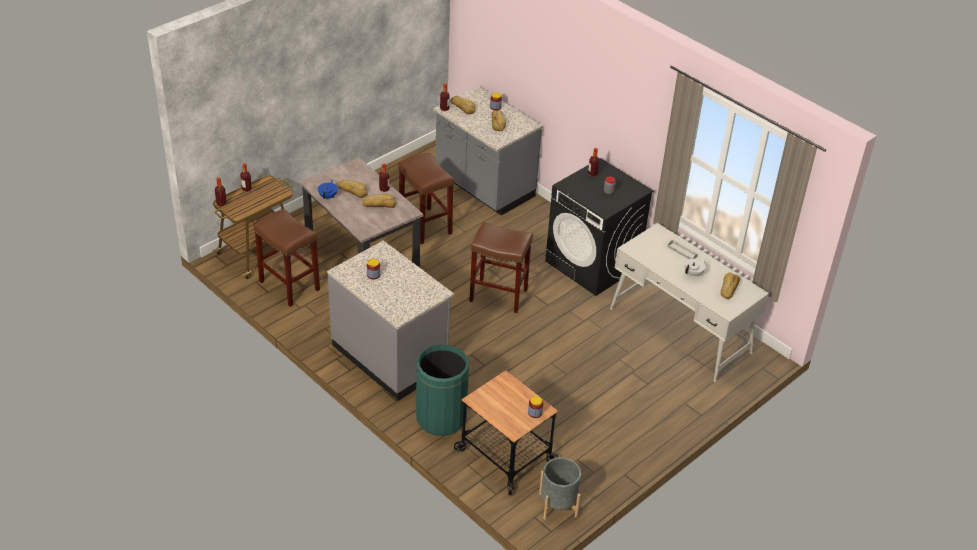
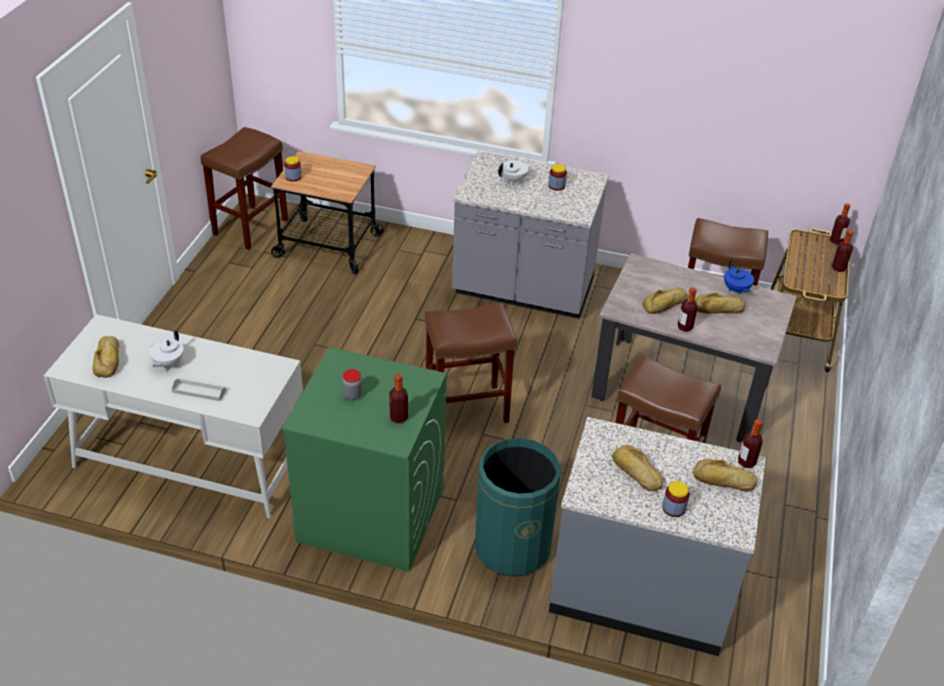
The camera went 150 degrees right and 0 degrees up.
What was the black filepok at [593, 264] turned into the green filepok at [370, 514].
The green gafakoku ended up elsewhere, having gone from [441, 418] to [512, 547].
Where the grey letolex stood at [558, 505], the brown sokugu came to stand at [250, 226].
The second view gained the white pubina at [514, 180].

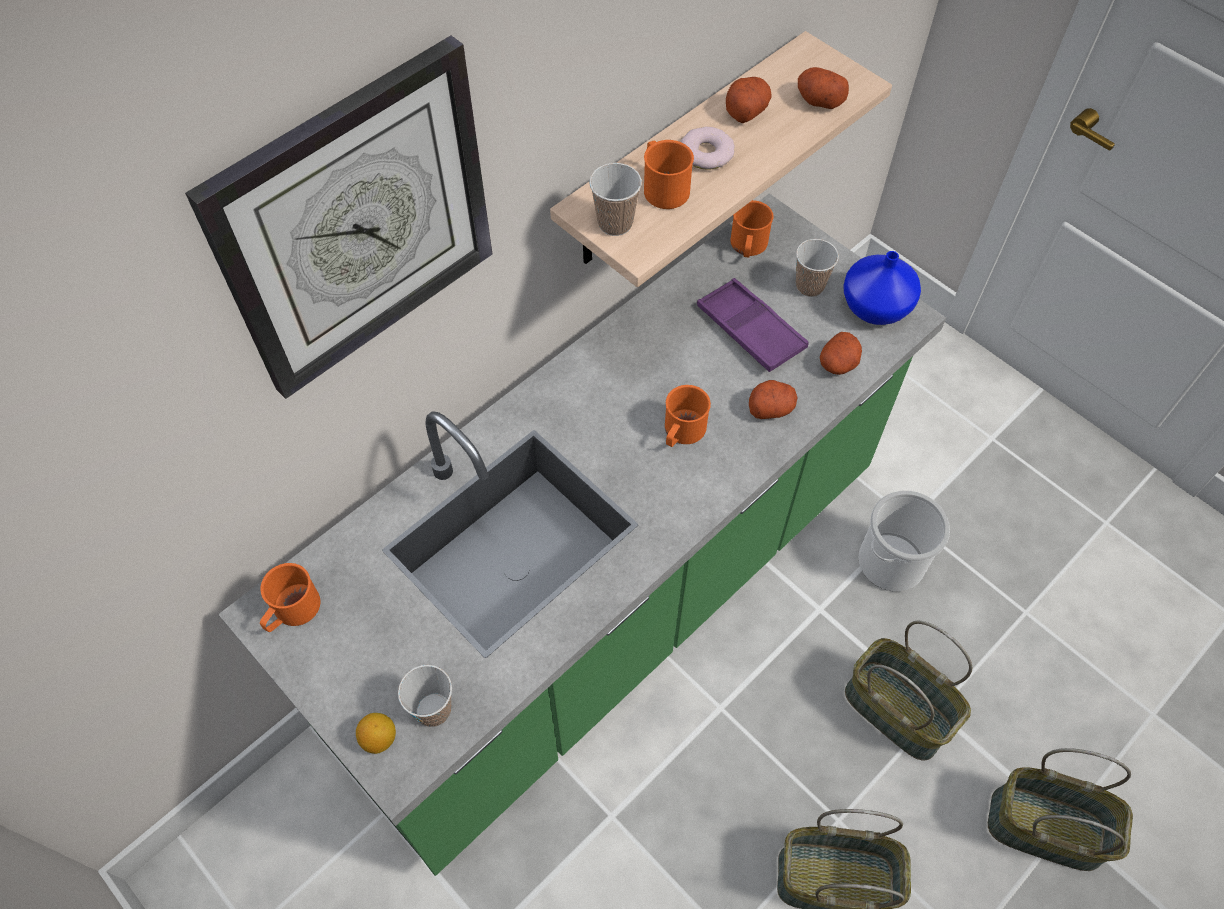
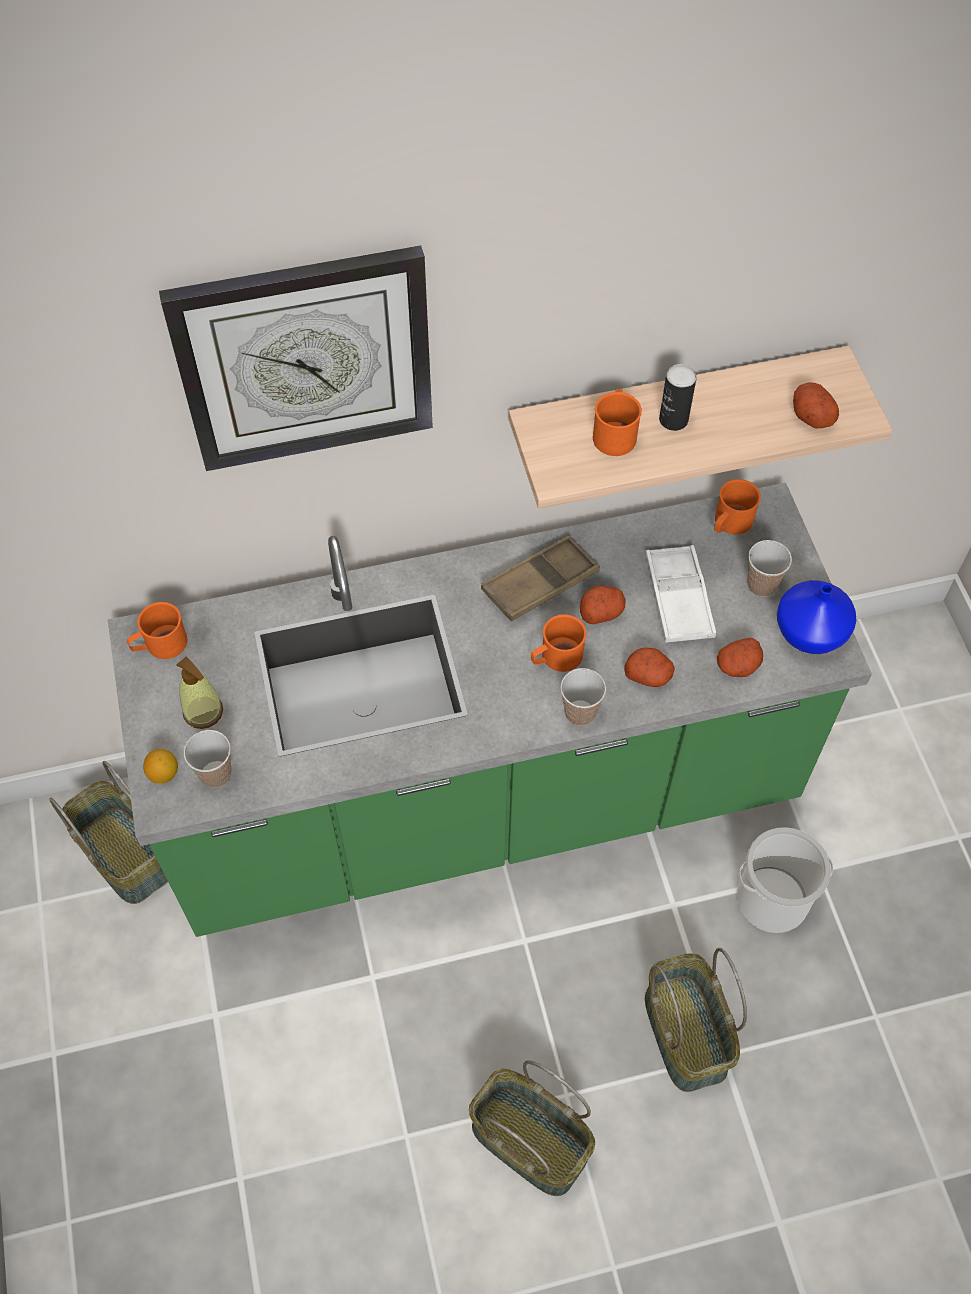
The camera went 30 degrees right and 0 degrees up.
The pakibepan ended up elsewhere, having gone from [746, 110] to [601, 611].
Where the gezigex stood at [706, 153], the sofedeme came to stand at [673, 420].
The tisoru ended up elsewhere, having gone from [615, 223] to [580, 713].
What was the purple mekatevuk at [750, 330] turned into the white mekatevuk at [678, 598].
The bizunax ended up elsewhere, having gone from [1046, 826] to [127, 855].
The second view gained the brown mekatevuk at [540, 583].
The second view gained the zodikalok at [203, 712].

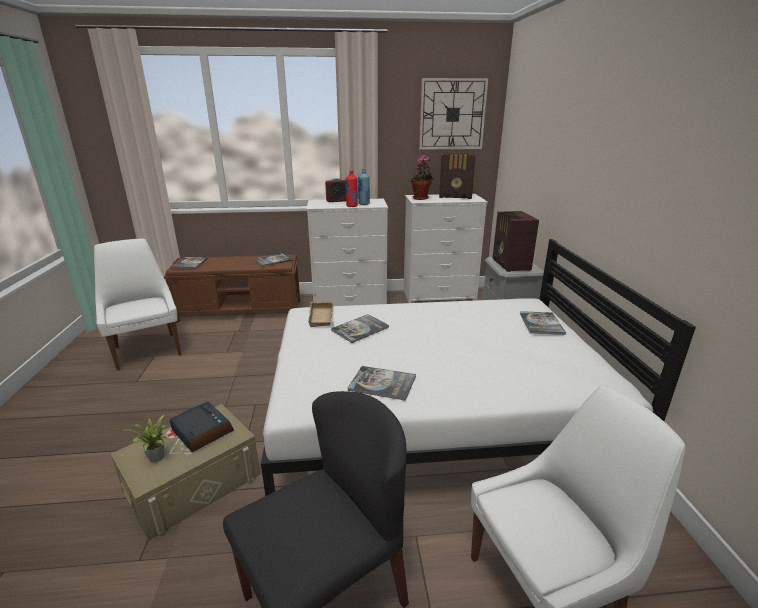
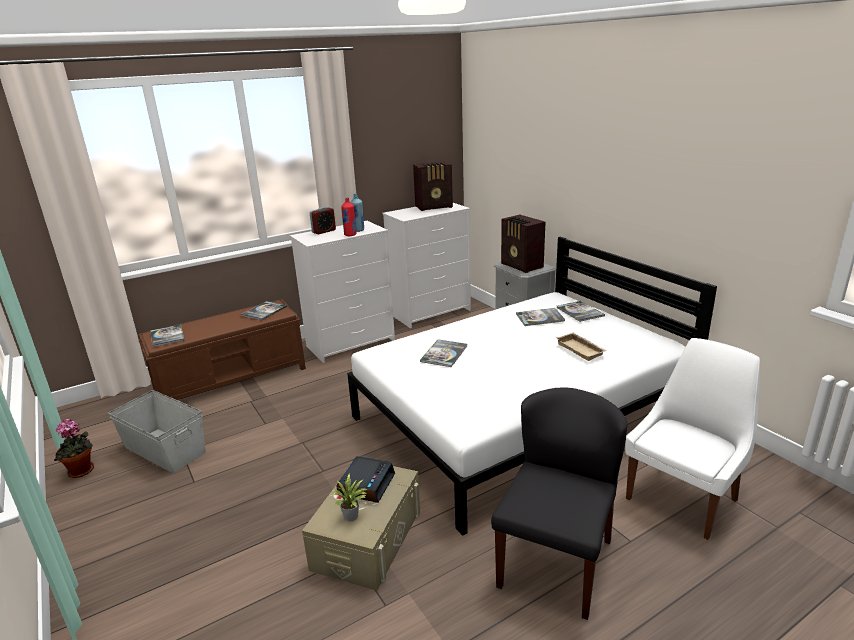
The camera went 25 degrees left and 0 degrees up.
The second view lost the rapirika at [452, 114].
The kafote ended up elsewhere, having gone from [421, 198] to [82, 472].
Where the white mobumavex stood at [147, 350], the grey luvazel came to stand at [165, 449].
The beige mekatevuk ended up elsewhere, having gone from [323, 317] to [581, 349].
The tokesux ended up elsewhere, having gone from [382, 383] to [540, 318].
The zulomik at [202, 431] ended up facing another way, 90 degrees clockwise from before.

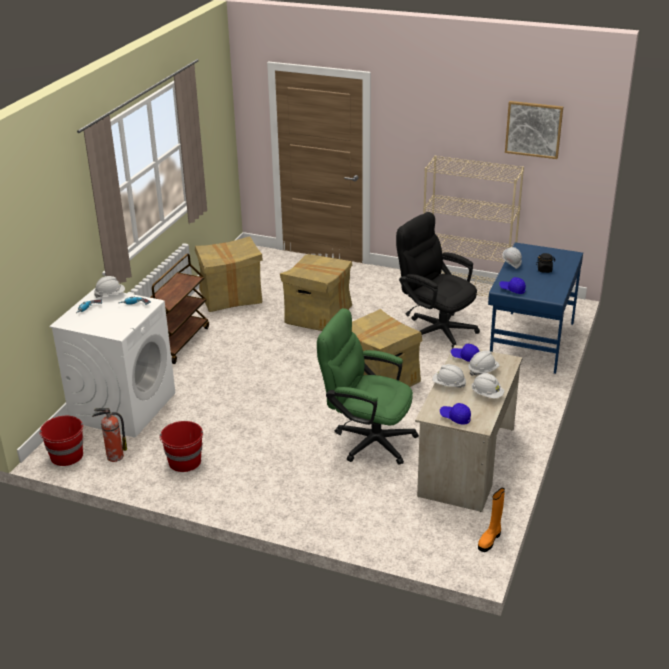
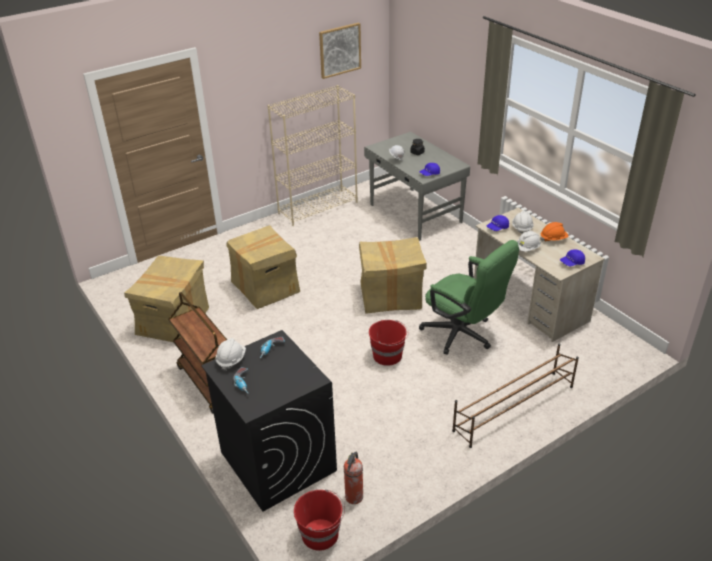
The camera went 55 degrees left and 5 degrees up.
The second view lost the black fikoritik at [436, 328].
What was the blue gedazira at [531, 341] turned into the grey gedazira at [415, 214].
What was the white filepok at [123, 406] turned into the black filepok at [277, 461].
The green fikoritik at [367, 439] ended up facing another way, 105 degrees counterclockwise from before.
What was the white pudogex at [487, 394] turned into the orange pudogex at [553, 239].
The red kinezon ended up elsewhere, having gone from [185, 462] to [388, 355].
The second view lost the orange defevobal at [490, 540].
The second view gained the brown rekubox at [513, 408].

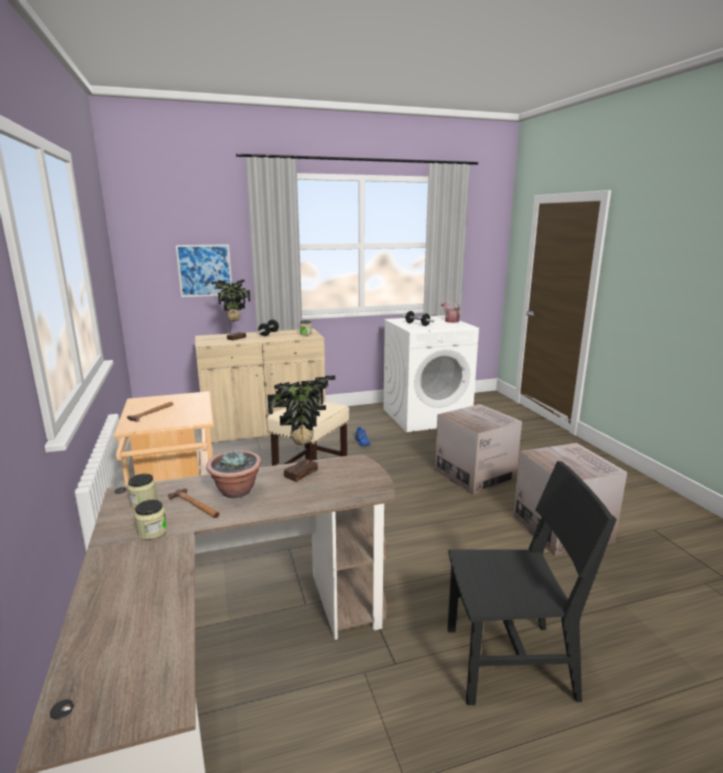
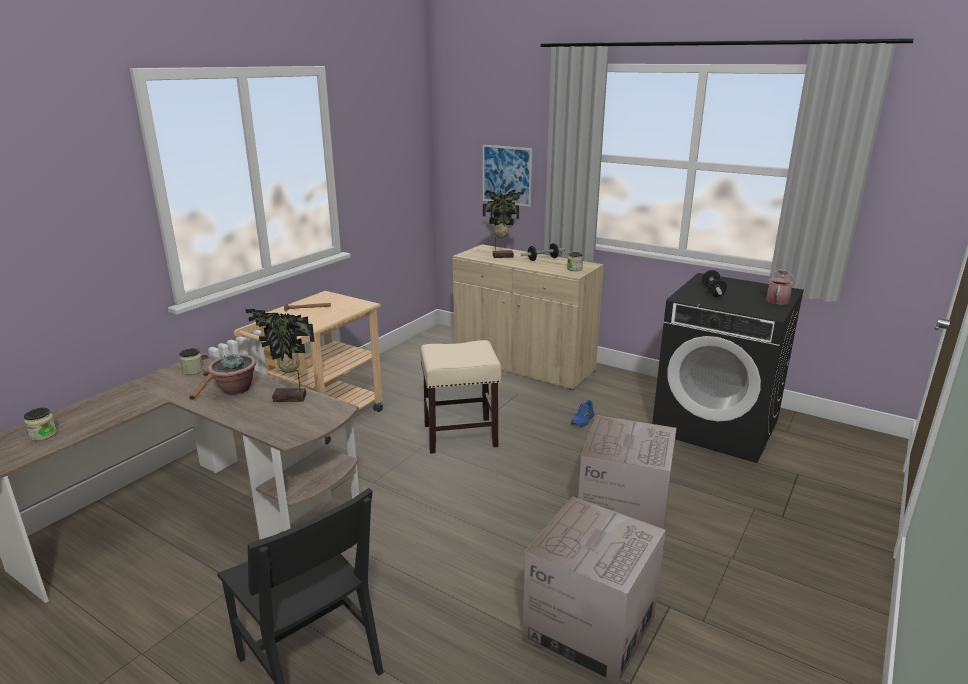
The camera went 50 degrees right and 5 degrees up.
What was the white filepok at [426, 416] turned into the black filepok at [716, 426].
The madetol ended up elsewhere, having gone from [152, 532] to [43, 435].

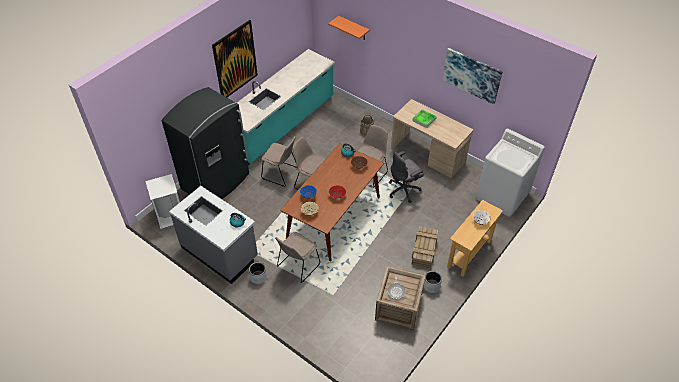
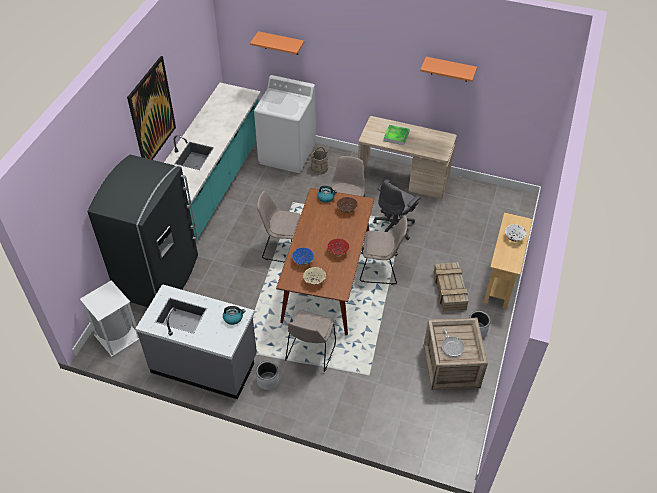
The camera went 20 degrees left and 0 degrees up.
Where the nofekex hung at [472, 75], the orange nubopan came to hang at [450, 69].
The white filepok ended up elsewhere, having gone from [502, 196] to [287, 154].
The beige mobumavex ended up elsewhere, having gone from [281, 173] to [381, 268].

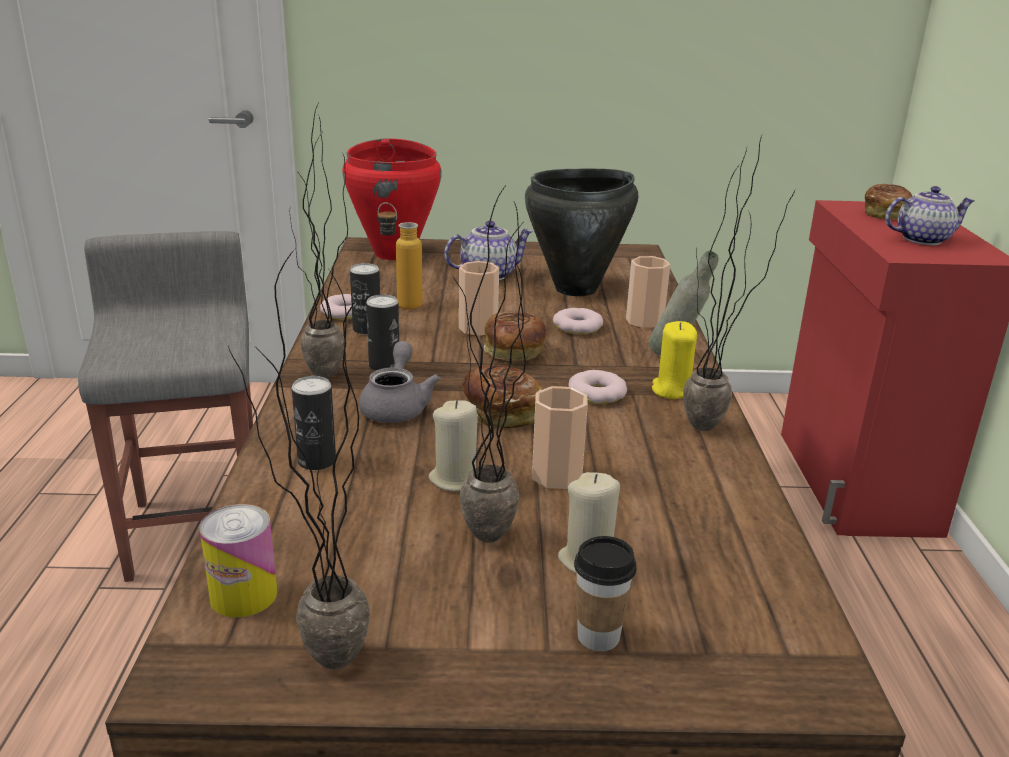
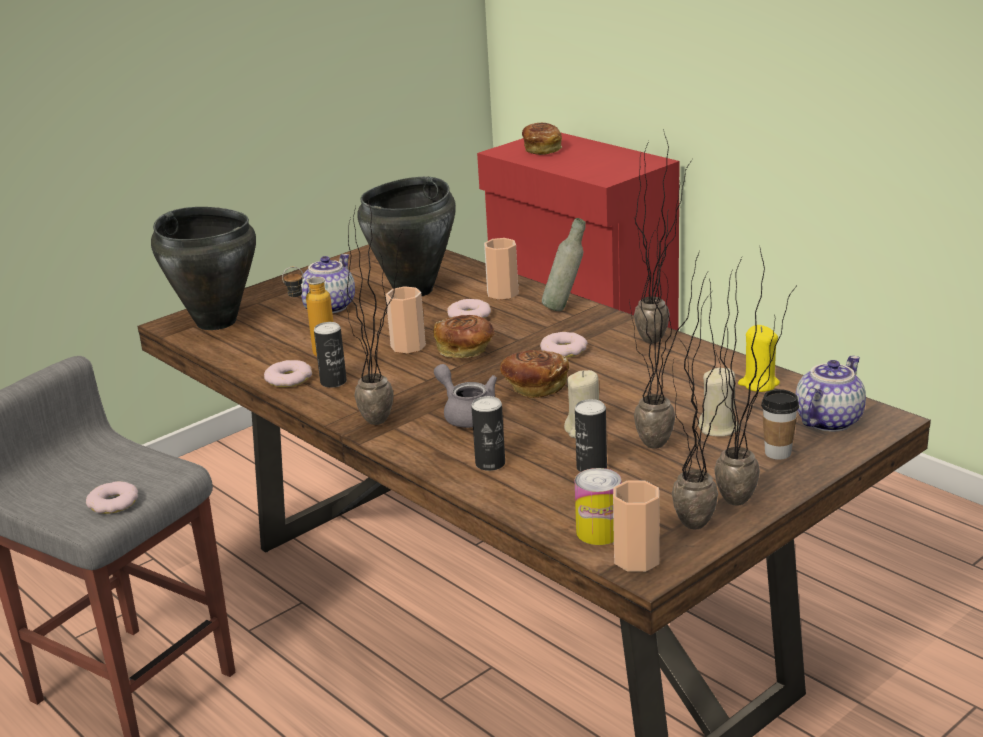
The camera went 40 degrees left and 0 degrees up.
What was the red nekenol at [395, 254] turned into the black nekenol at [216, 321].
The pubina ended up elsewhere, having gone from [922, 239] to [827, 420].
The sofedeme ended up elsewhere, having gone from [384, 366] to [591, 468].
The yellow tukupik ended up elsewhere, having gone from [672, 390] to [758, 384].
The tisoru ended up elsewhere, having gone from [556, 475] to [636, 559].
The second view gained the kafote at [749, 504].
The second view gained the gezigex at [113, 503].

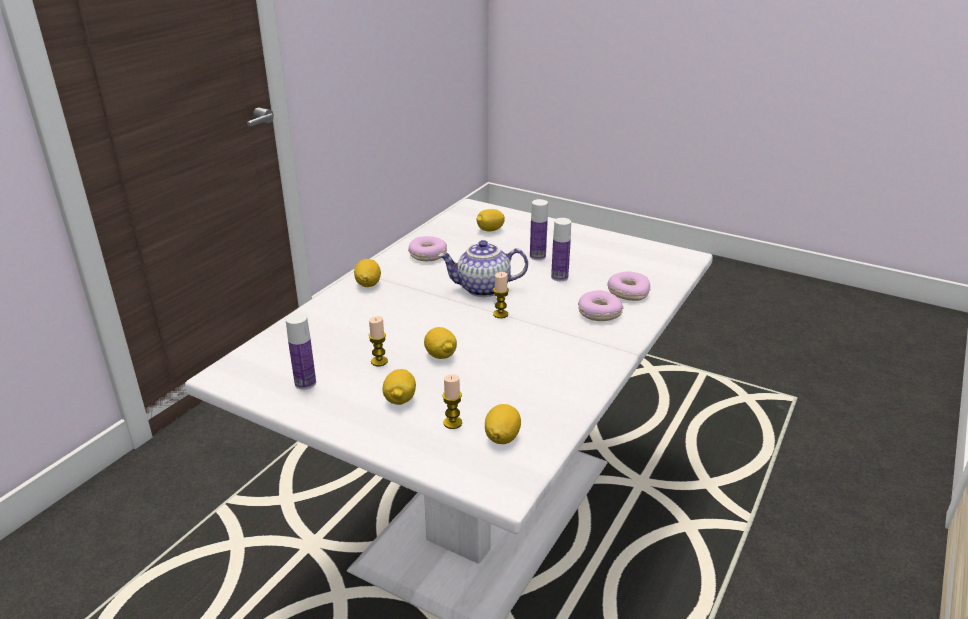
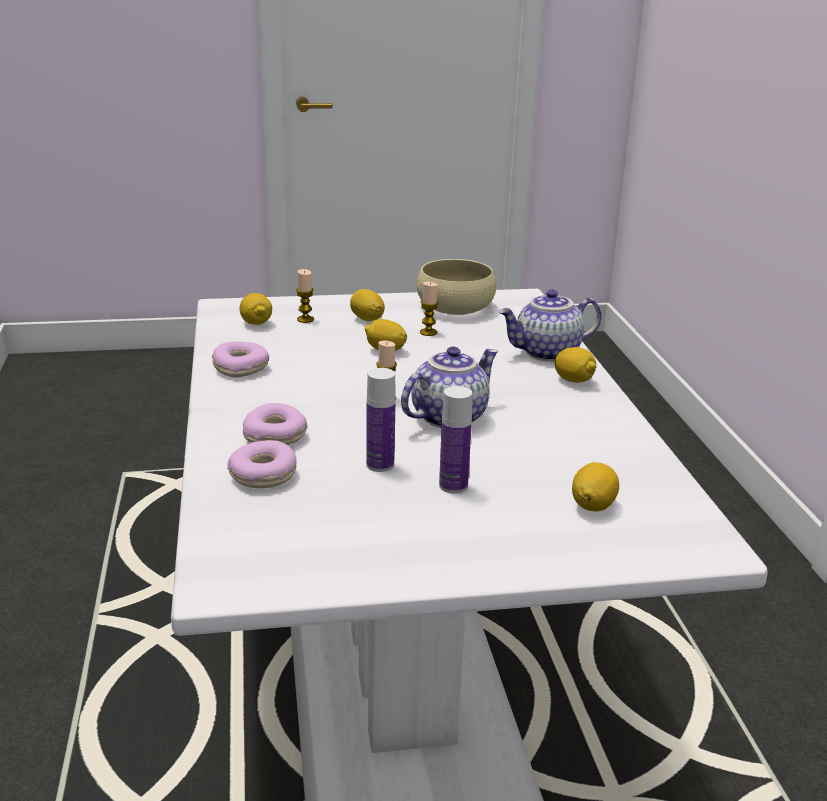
The camera went 140 degrees right and 5 degrees down.
The gezigex ended up elsewhere, having gone from [428, 255] to [240, 368].
Where the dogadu stood at [305, 383], the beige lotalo came to stand at [455, 307].
The second view gained the pubina at [547, 353].

